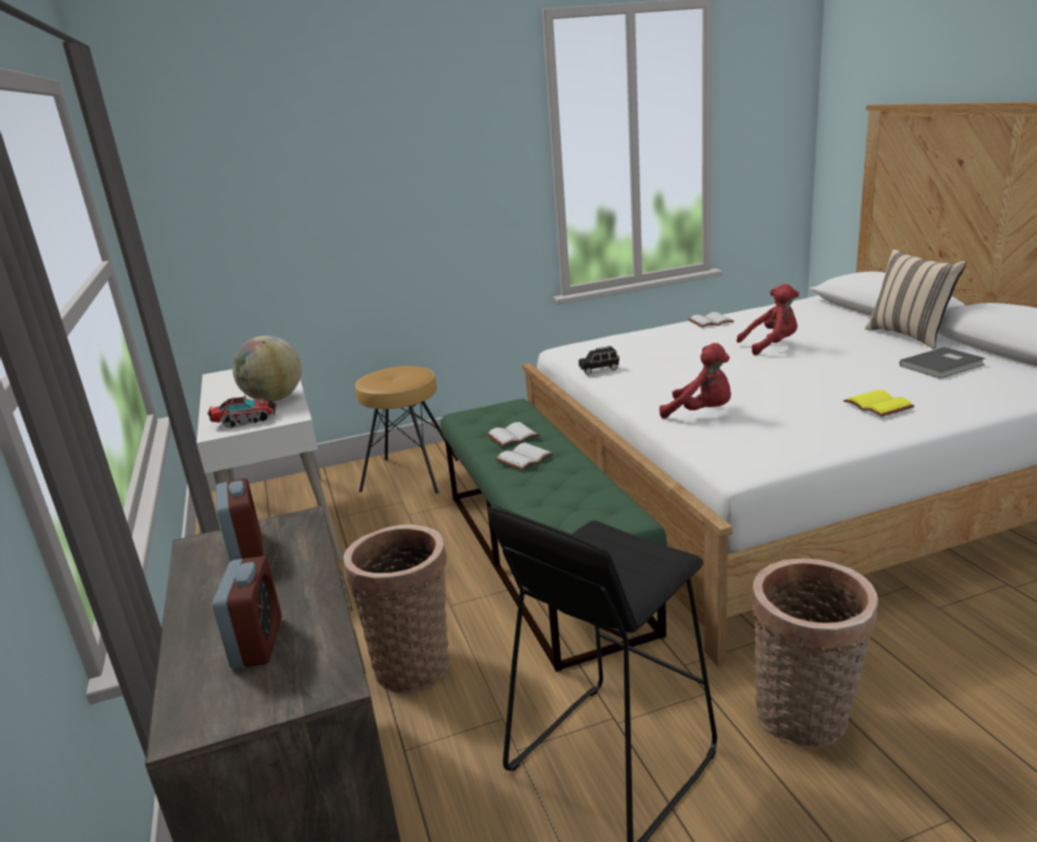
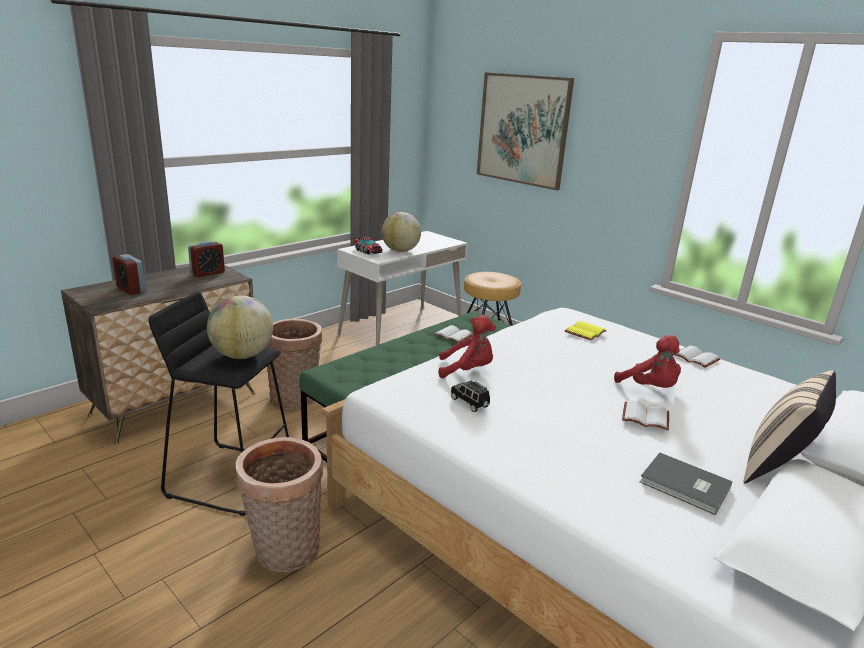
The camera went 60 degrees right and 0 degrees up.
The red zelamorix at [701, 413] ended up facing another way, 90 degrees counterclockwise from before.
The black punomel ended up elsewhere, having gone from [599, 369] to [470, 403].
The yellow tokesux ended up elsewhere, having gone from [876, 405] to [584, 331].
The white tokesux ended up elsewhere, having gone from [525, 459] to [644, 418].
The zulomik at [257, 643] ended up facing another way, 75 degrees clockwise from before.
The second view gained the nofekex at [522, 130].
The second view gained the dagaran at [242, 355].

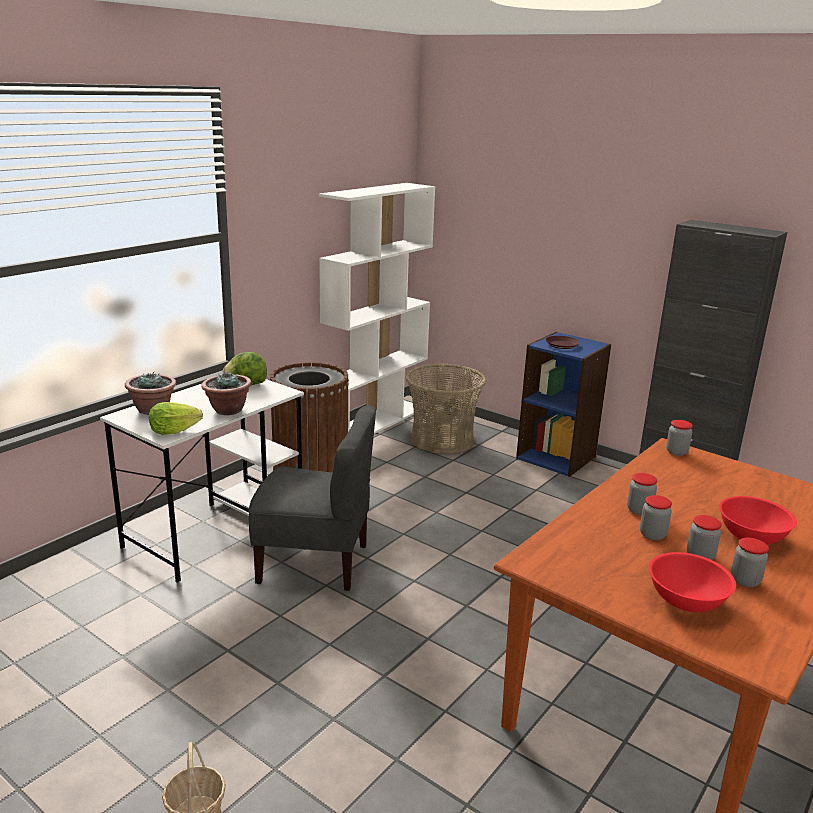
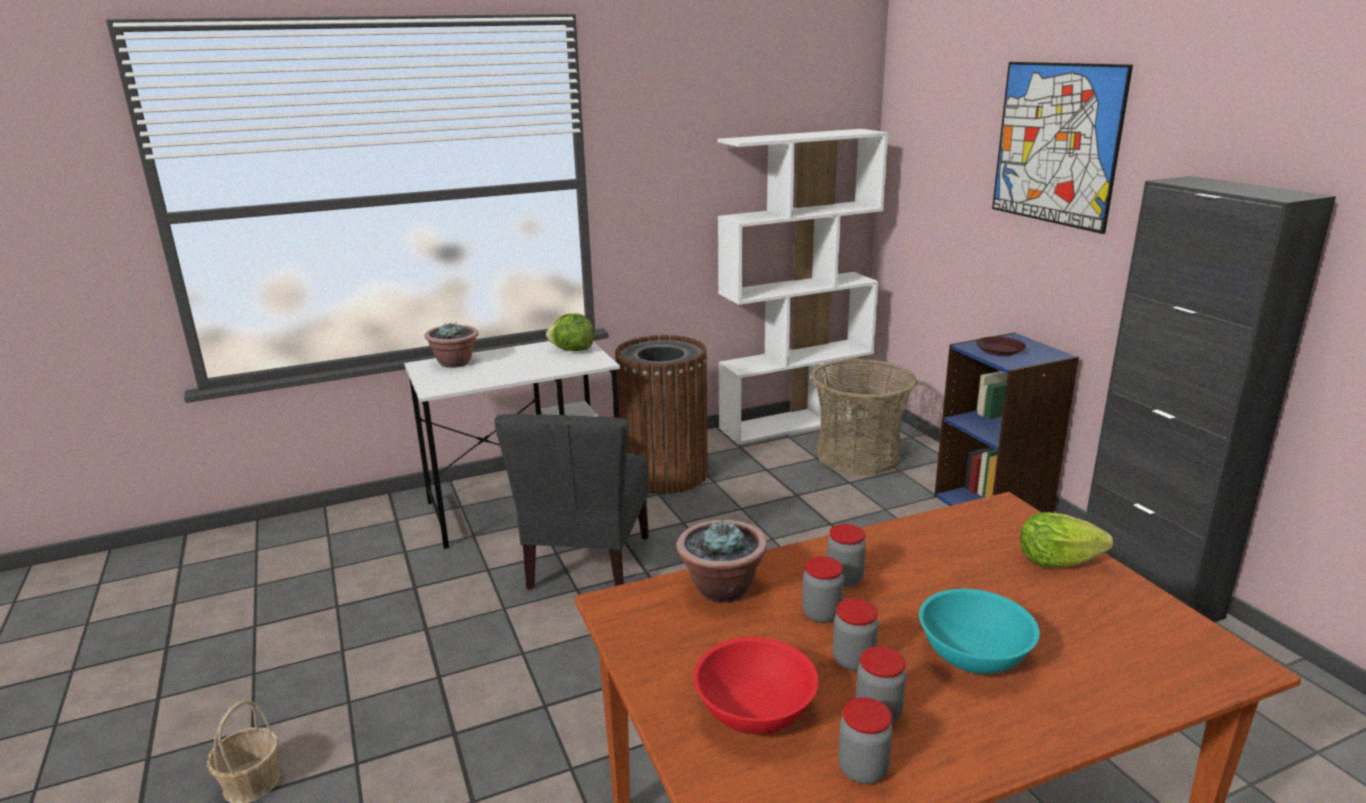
The camera went 30 degrees right and 0 degrees up.
The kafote ended up elsewhere, having gone from [227, 410] to [721, 589].
The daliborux ended up elsewhere, having gone from [173, 431] to [1056, 561].
The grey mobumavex at [314, 563] ended up facing another way, 60 degrees clockwise from before.
The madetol ended up elsewhere, having gone from [676, 452] to [862, 769].
What was the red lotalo at [751, 536] turned into the turquoise lotalo at [972, 655].
The second view gained the nofekex at [1056, 144].

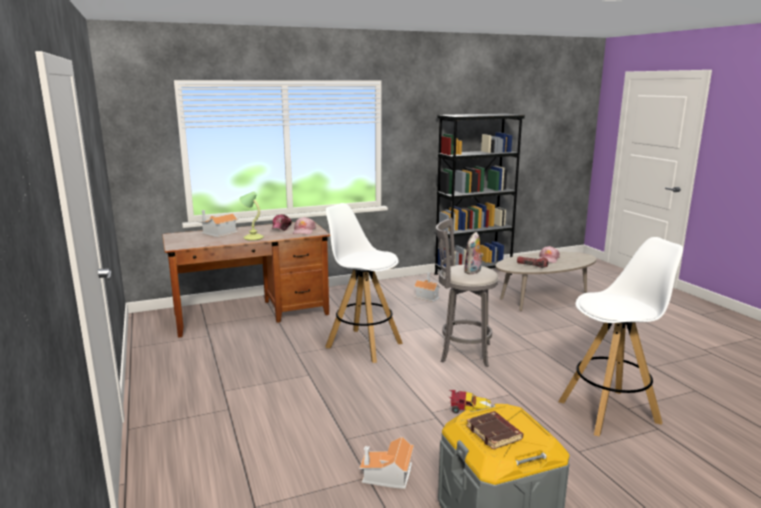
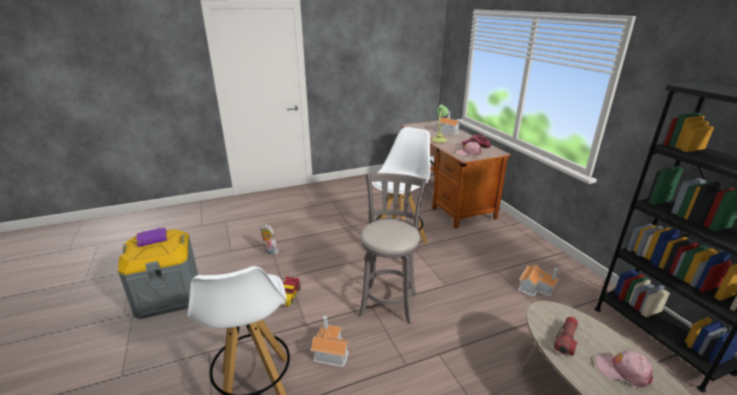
The camera went 90 degrees right and 10 degrees up.
The zelamorix ended up elsewhere, having gone from [473, 272] to [270, 252].
What was the brown tokesux at [495, 433] turned into the purple tokesux at [152, 239].
The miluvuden ended up elsewhere, having gone from [388, 475] to [330, 351].

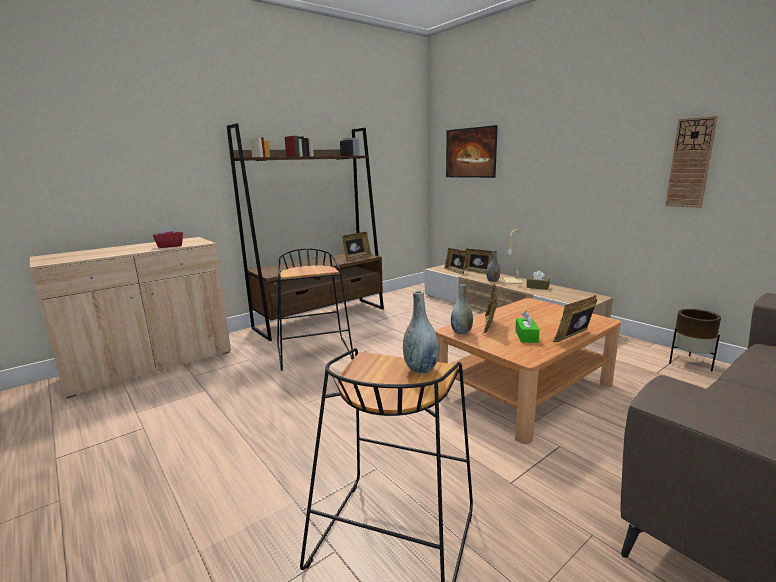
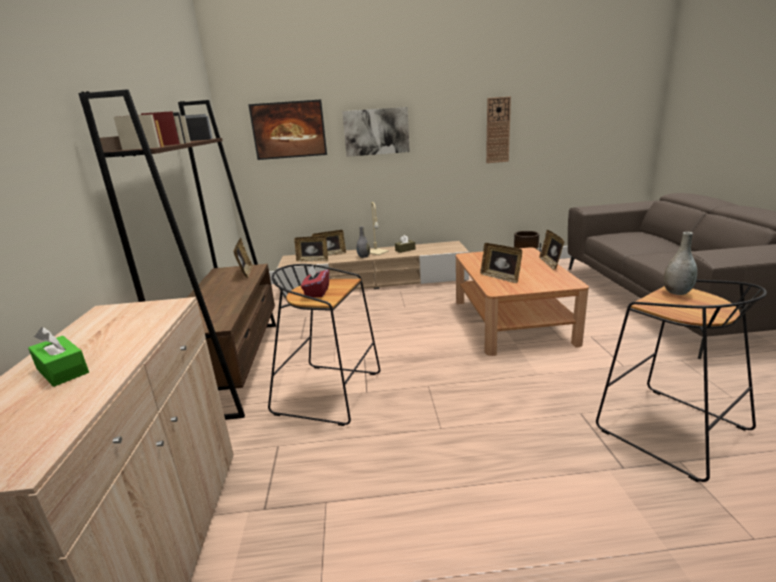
The camera went 55 degrees left and 5 degrees up.
The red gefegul ended up elsewhere, having gone from [169, 246] to [317, 292].
The second view lost the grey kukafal at [461, 332].
The green gefegul ended up elsewhere, having gone from [526, 336] to [62, 370].
The second view gained the nofekex at [376, 132].

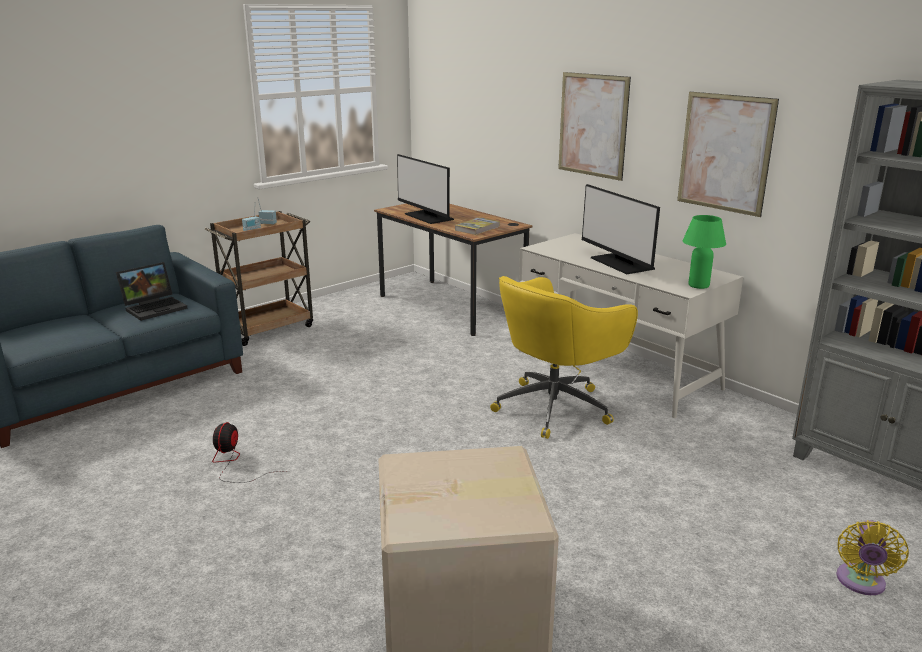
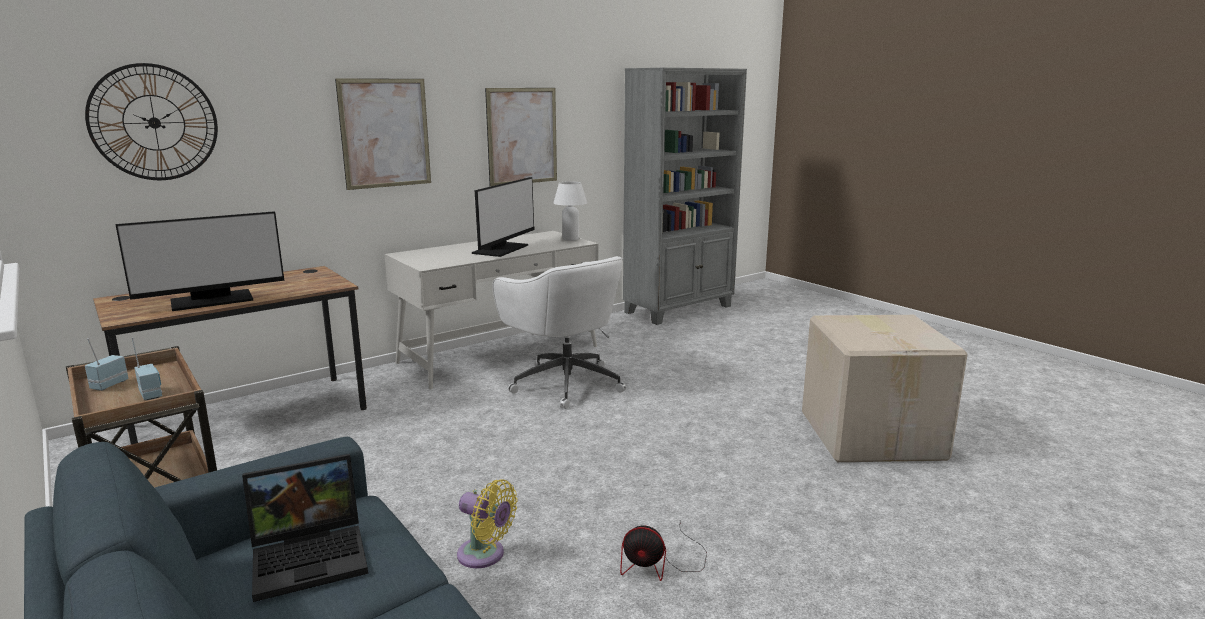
The camera went 85 degrees left and 5 degrees down.
The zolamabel at [621, 264] ended up facing another way, 45 degrees counterclockwise from before.
What was the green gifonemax at [698, 285] turned into the white gifonemax at [570, 239].
The second view lost the tokesux at [477, 228].
The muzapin at [155, 307] ended up facing another way, 105 degrees clockwise from before.
What was the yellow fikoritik at [555, 407] turned into the white fikoritik at [565, 383].
The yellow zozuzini ended up elsewhere, having gone from [860, 583] to [485, 555].
The second view gained the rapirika at [154, 122].

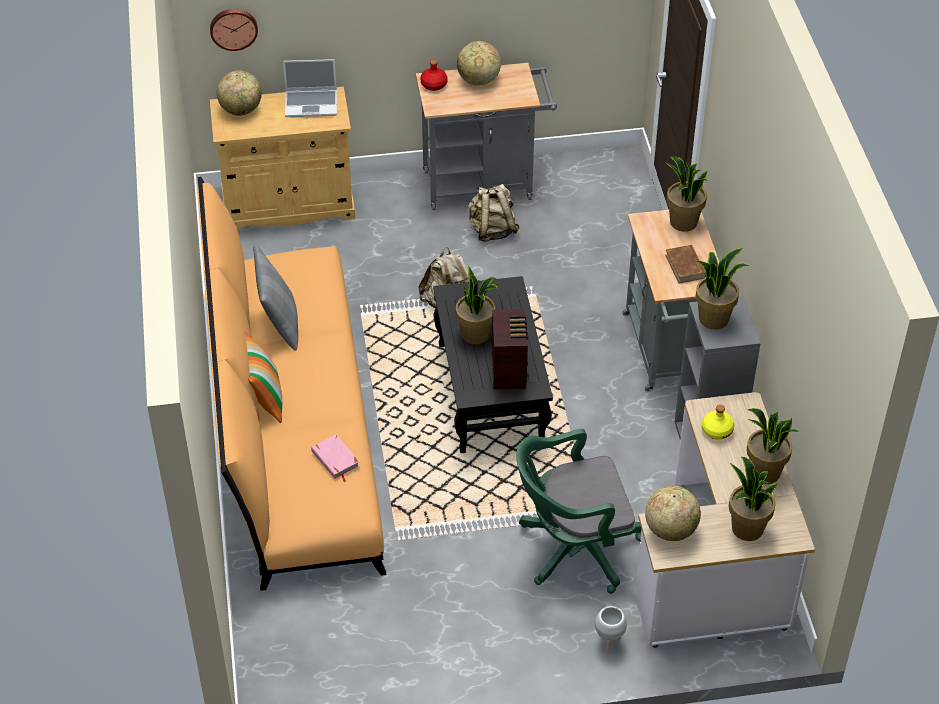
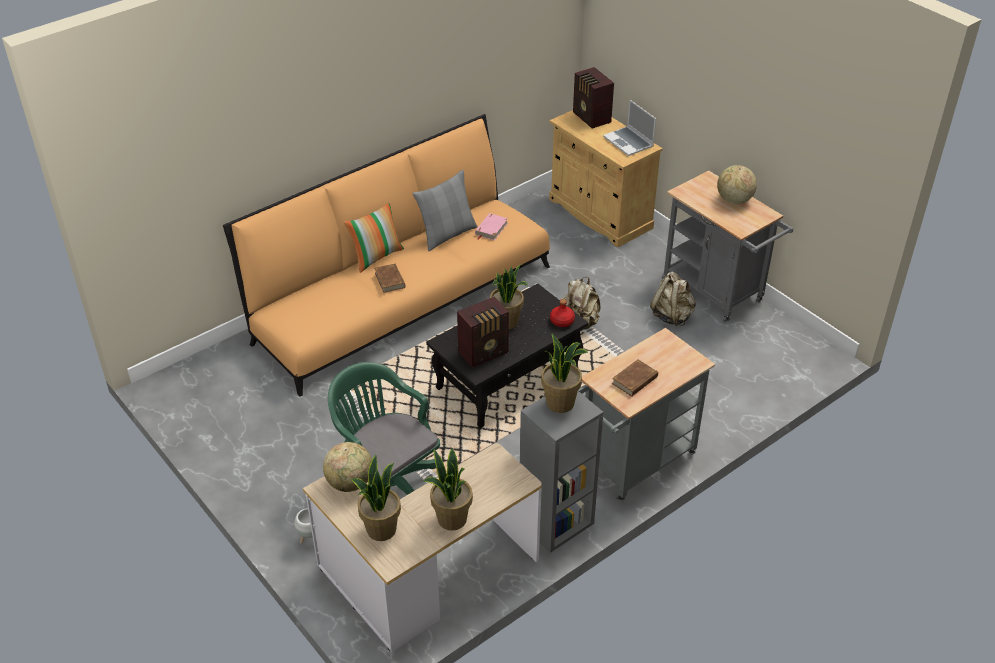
The camera went 60 degrees right and 5 degrees down.
The second view lost the rapirika at [233, 28].
The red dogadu ended up elsewhere, having gone from [433, 84] to [562, 321].
Where the dagaran stood at [241, 110], the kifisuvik came to stand at [591, 118].
The second view lost the kafote at [683, 222].
The second view lost the yellow dogadu at [716, 430].
The pink tokesux ended up elsewhere, having gone from [335, 459] to [491, 229].
The second view gained the brown tokesux at [390, 280].

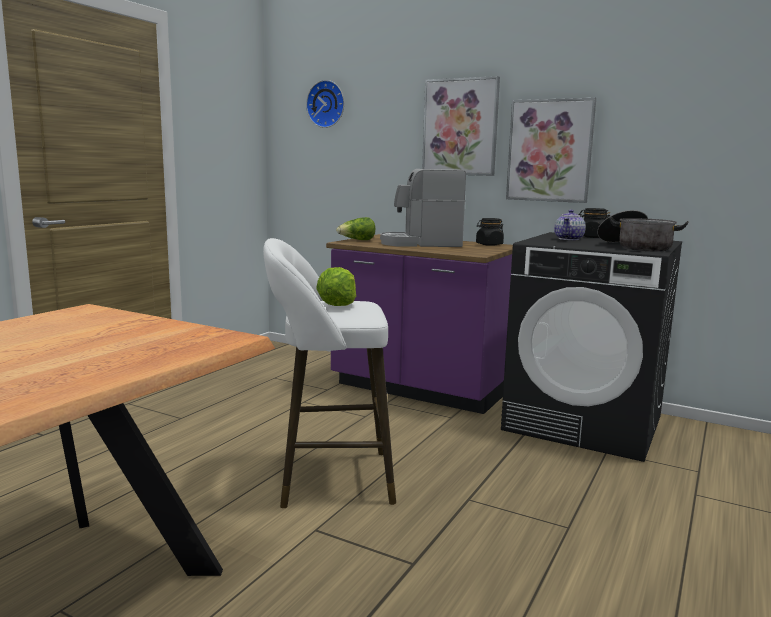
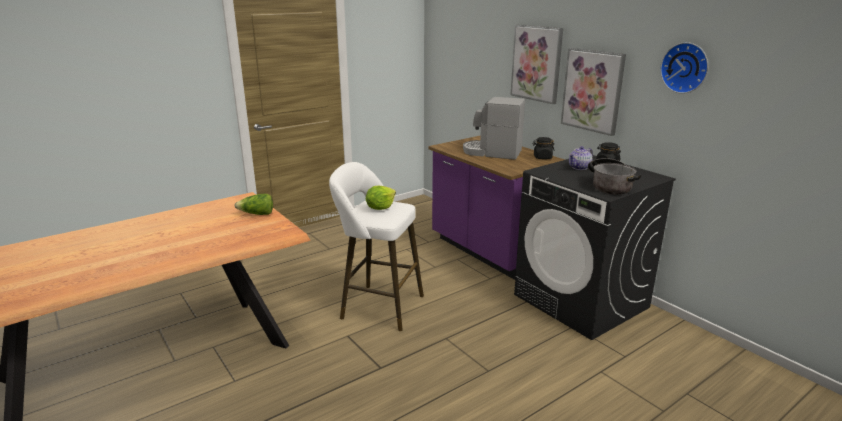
The camera went 25 degrees right and 10 degrees up.
The rapirika ended up elsewhere, having gone from [327, 104] to [685, 67].
The daliborux ended up elsewhere, having gone from [357, 240] to [257, 214].

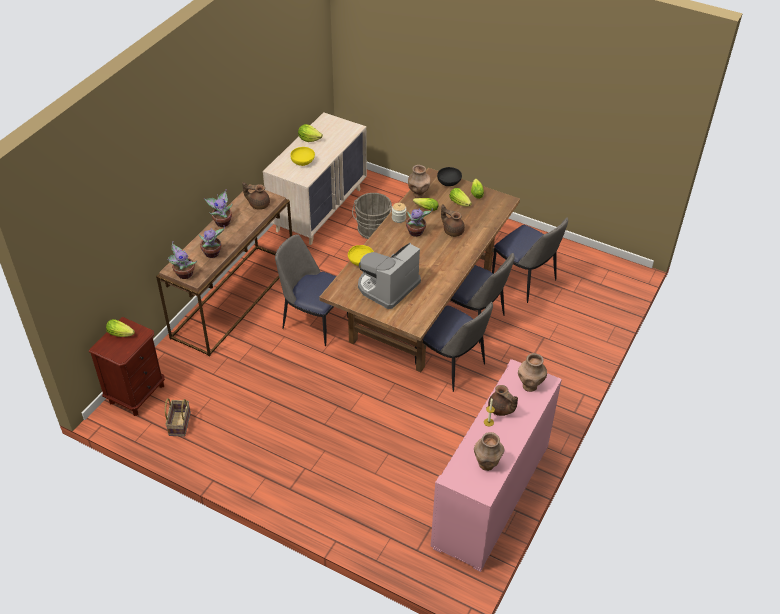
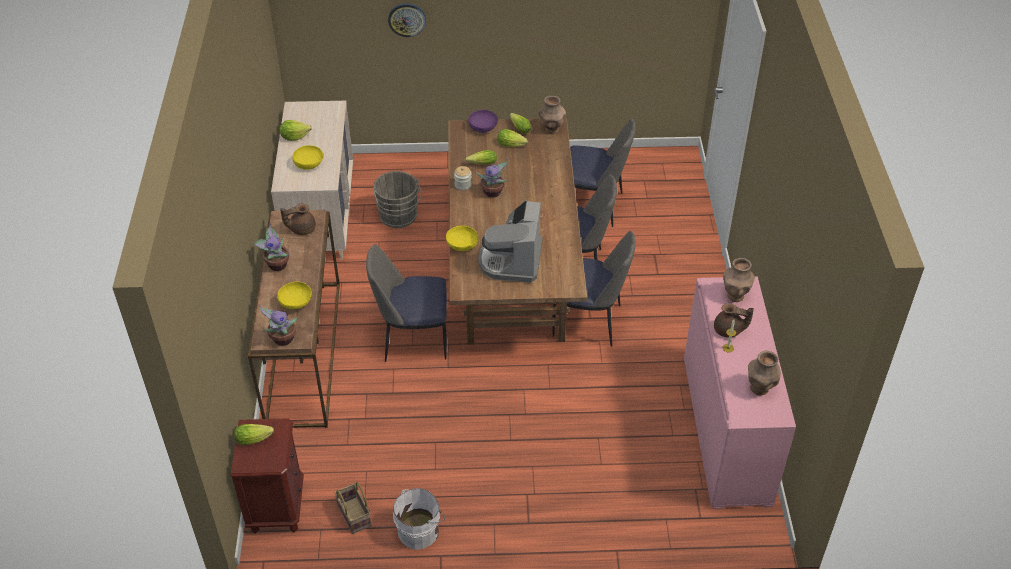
The camera went 30 degrees left and 0 degrees up.
The brown kukafal ended up elsewhere, having gone from [418, 194] to [551, 130].
What was the black lotalo at [449, 182] turned into the purple lotalo at [483, 128].
The second view lost the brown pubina at [452, 231].
Where the kafote stood at [212, 253], the yellow lotalo came to stand at [296, 303].
The second view gained the rapirika at [407, 19].
The second view gained the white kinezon at [420, 530].

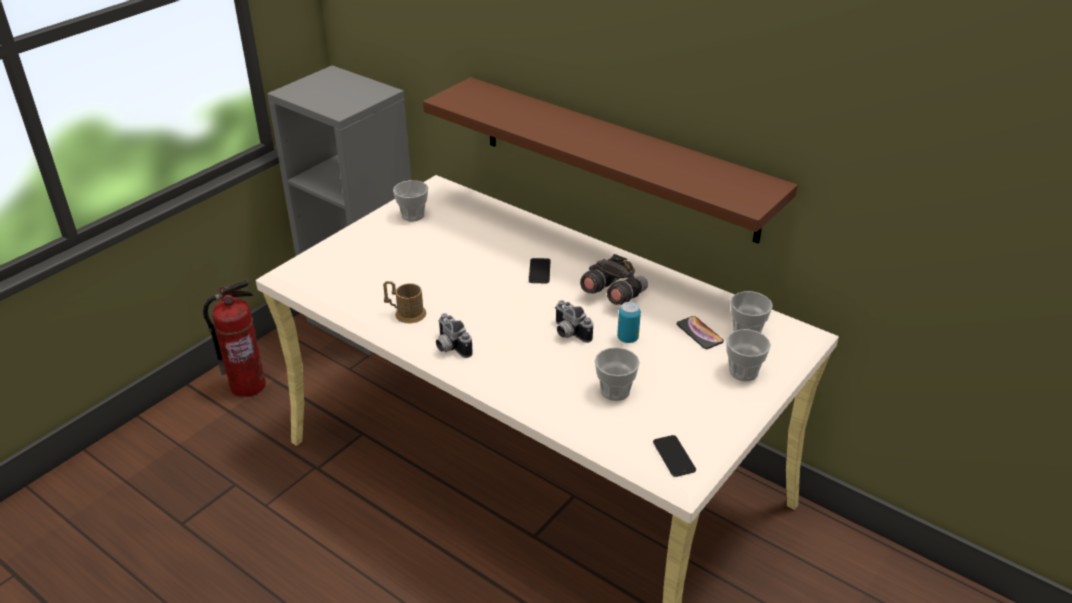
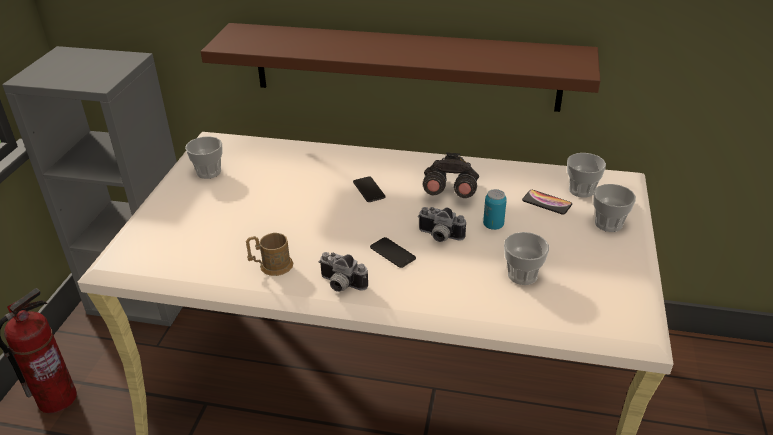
The camera went 25 degrees left and 0 degrees up.
The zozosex ended up elsewhere, having gone from [674, 456] to [392, 253].

